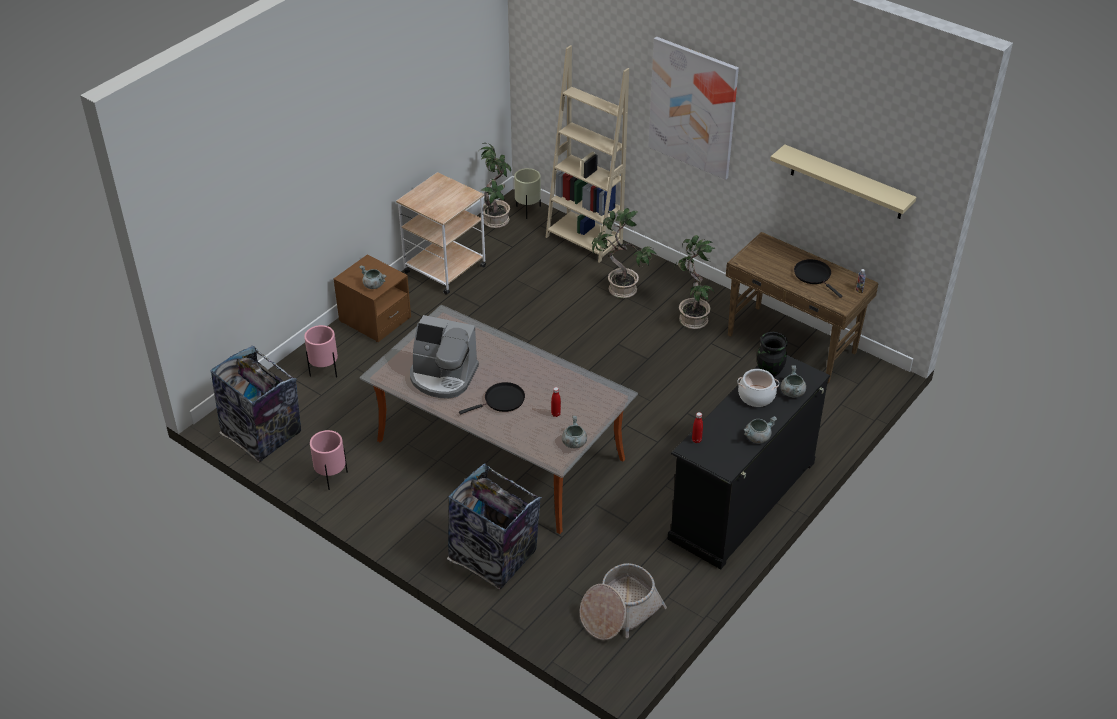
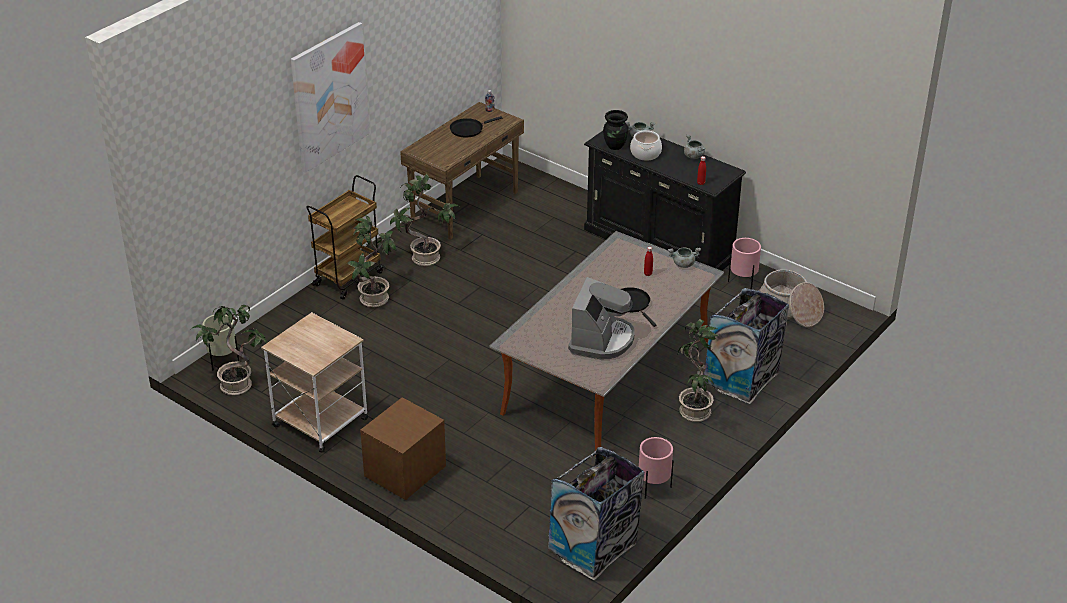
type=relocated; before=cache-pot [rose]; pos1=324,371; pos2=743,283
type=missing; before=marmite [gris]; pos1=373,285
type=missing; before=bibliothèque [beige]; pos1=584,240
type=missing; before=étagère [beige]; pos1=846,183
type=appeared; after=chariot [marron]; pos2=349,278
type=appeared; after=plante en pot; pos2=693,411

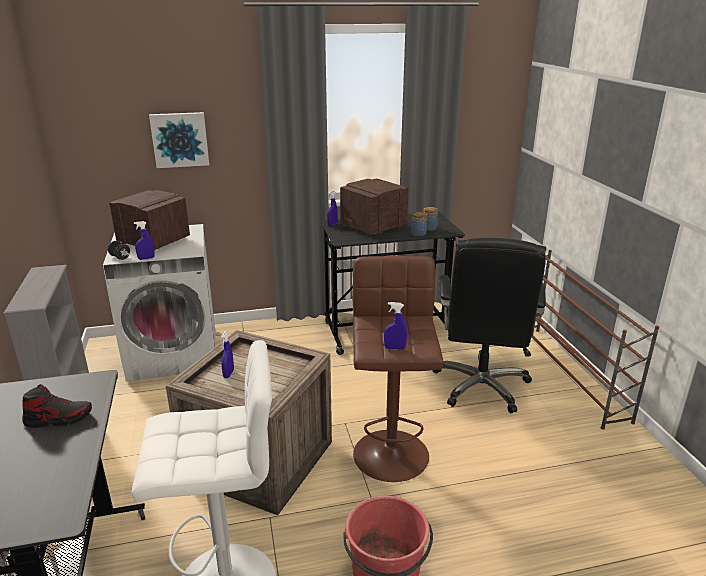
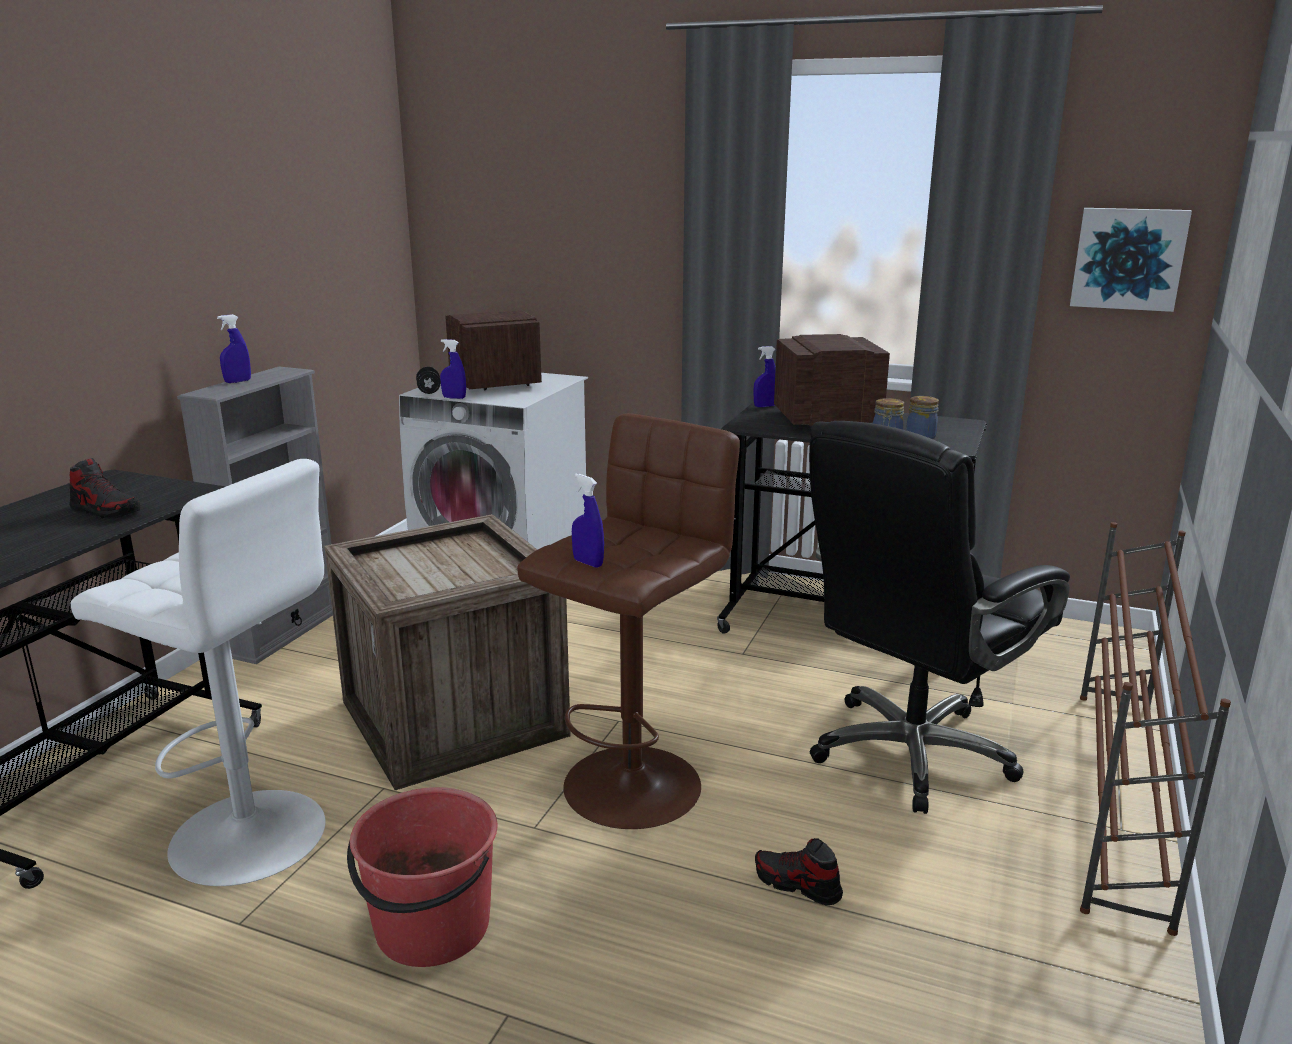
type=relocated; before=tableau; pos1=180,139; pos2=1128,258
type=relocated; before=vaporisateur [bleu]; pos1=228,374; pos2=238,381
type=appeared; after=chaussure; pos2=797,885

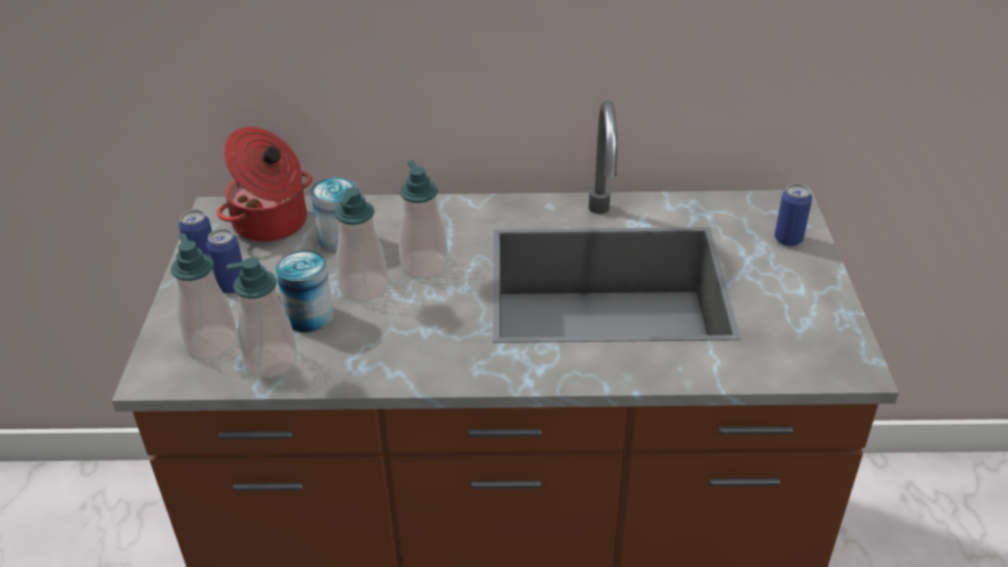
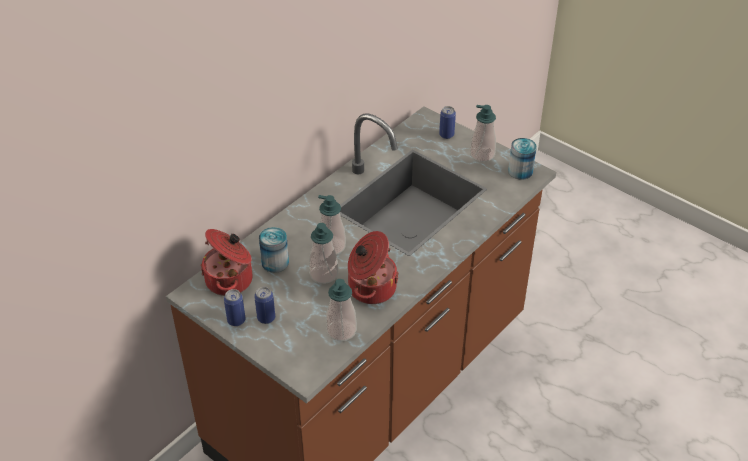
type=relocated; before=distributeur de savon; pos1=212,344; pos2=482,155
type=relocated; before=boîte métallique; pos1=309,316; pos2=520,171
type=appeared; after=marmite; pos2=370,288

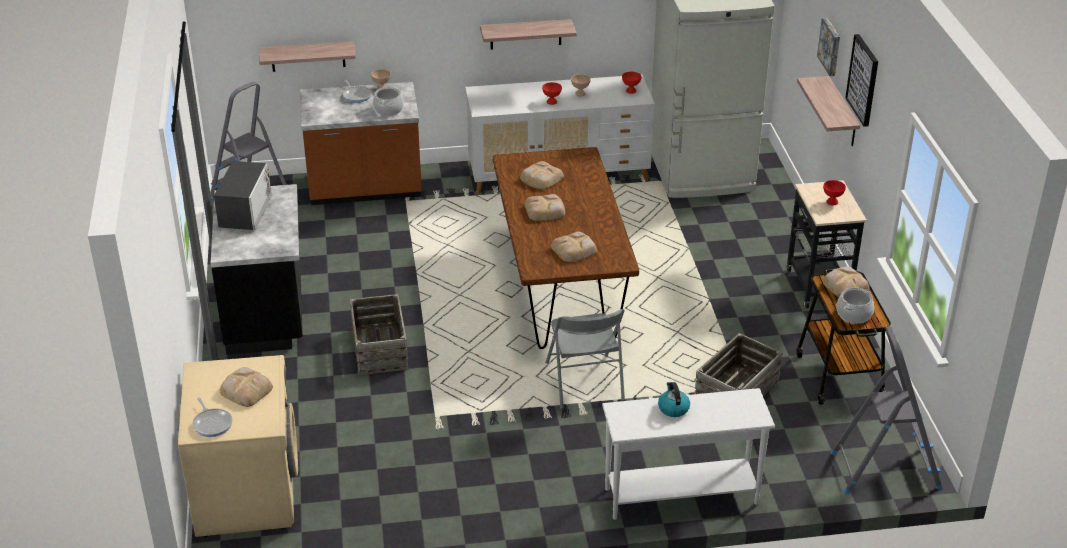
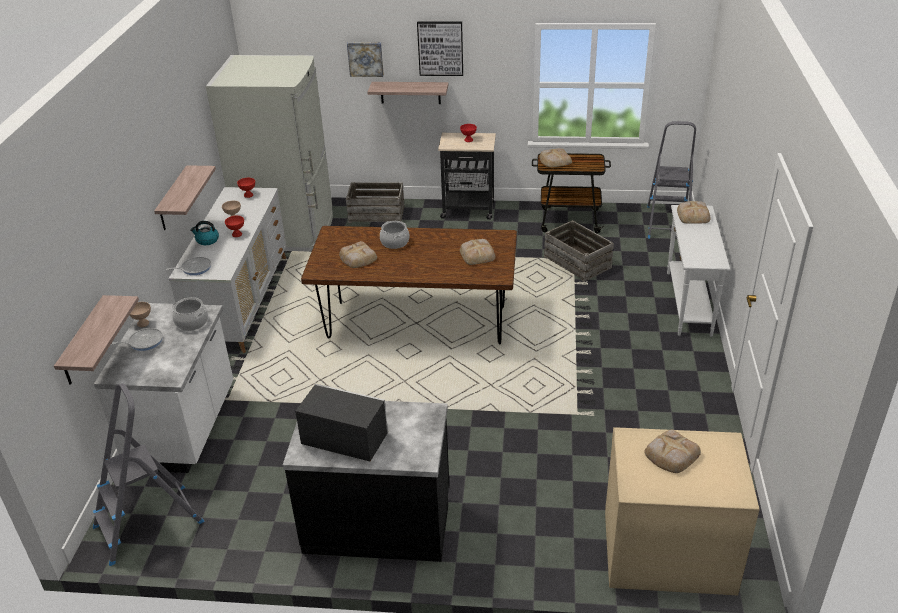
type=relocated; before=poêle; pos1=212,423; pos2=194,268
type=colour; before=comptoir de cuisine [marron]; after=comptoir de cuisine [blanc]; pos1=365,189; pos2=185,427
type=relocated; before=caisse; pos1=380,348; pos2=376,213
type=relocated; before=pain; pos1=545,211; pos2=693,215
type=missing; before=chaise [gris]; pos1=584,381
type=relocated; before=bouilloire; pos1=673,408; pos2=207,240
type=relocated; before=marmite; pos1=854,314; pos2=395,242

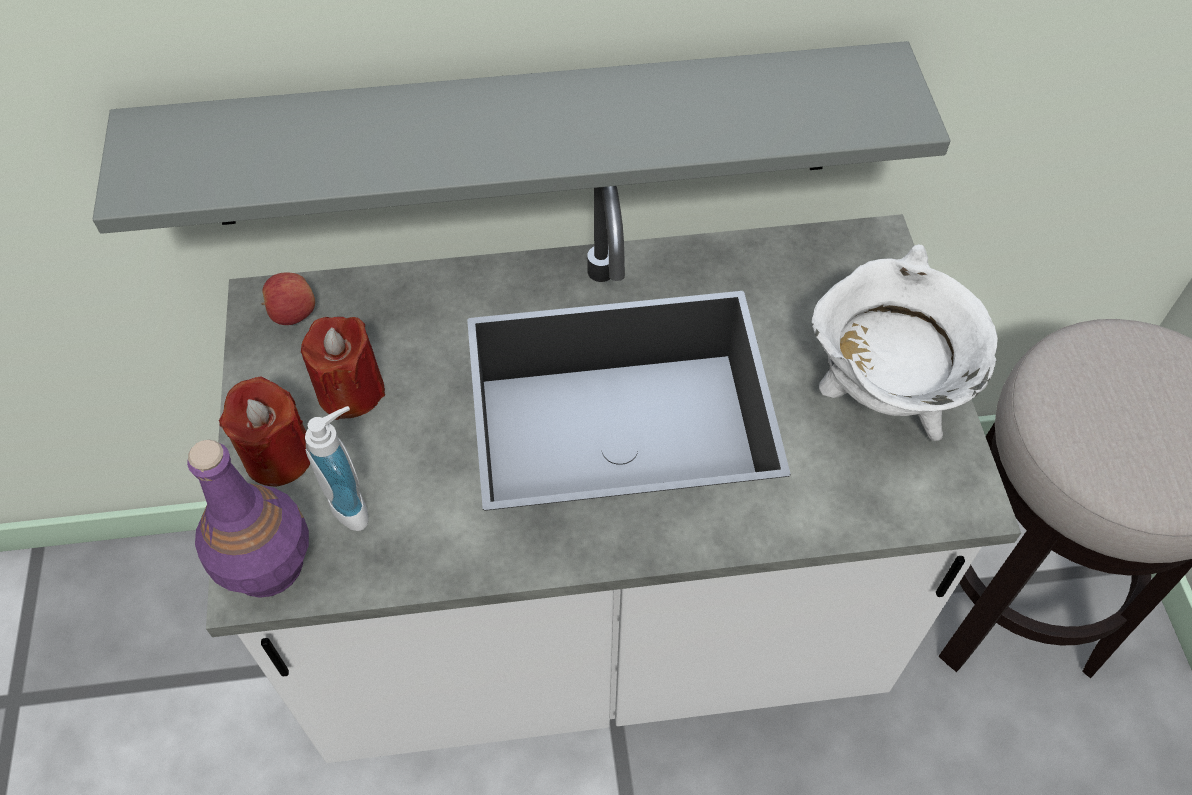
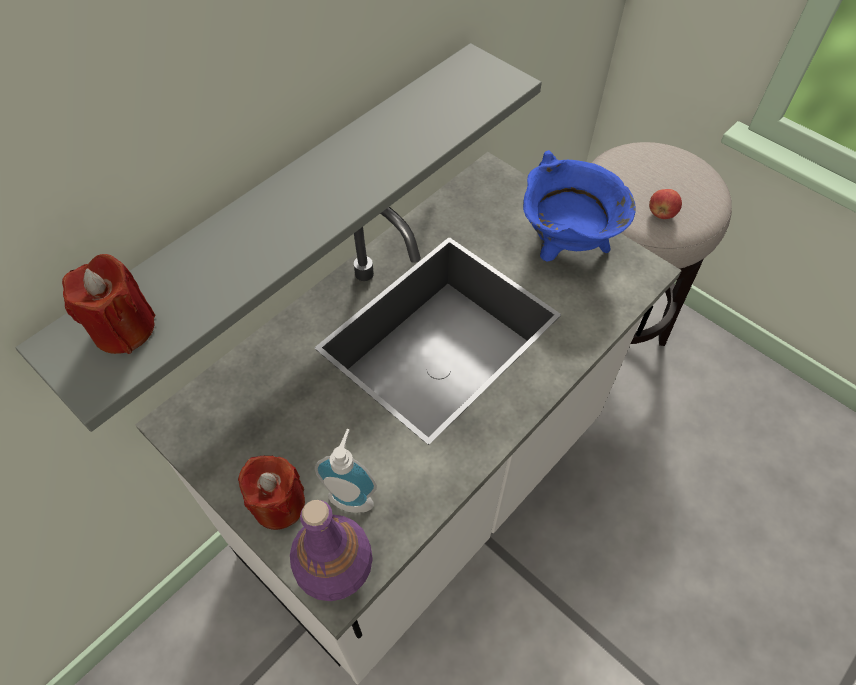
type=relocated; before=pomme; pos1=292,314; pos2=661,213
type=relocated; before=bougie [rouge]; pos1=350,391; pos2=124,328
type=colour; before=marmite [blanc]; after=marmite [bleu]; pos1=882,397; pos2=565,247

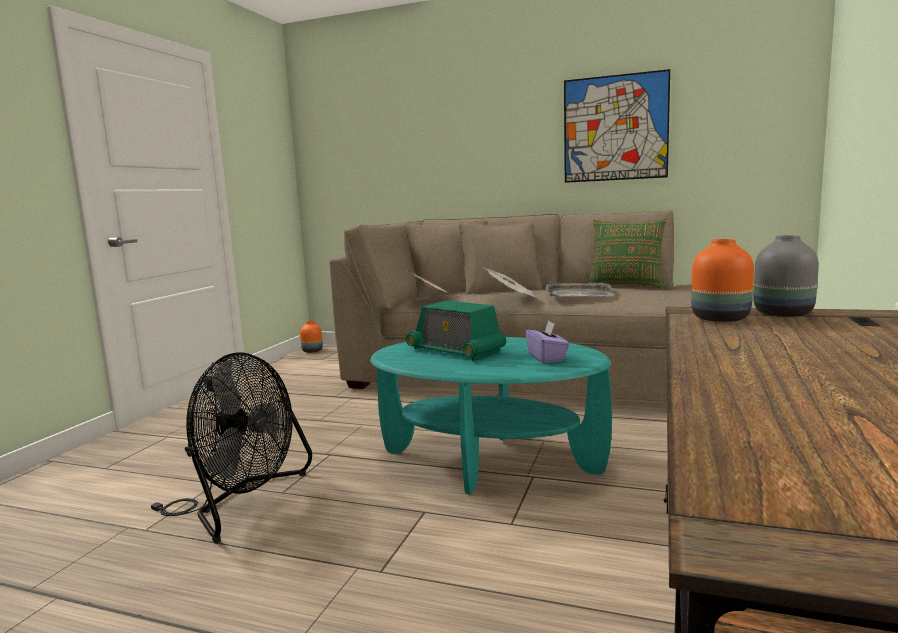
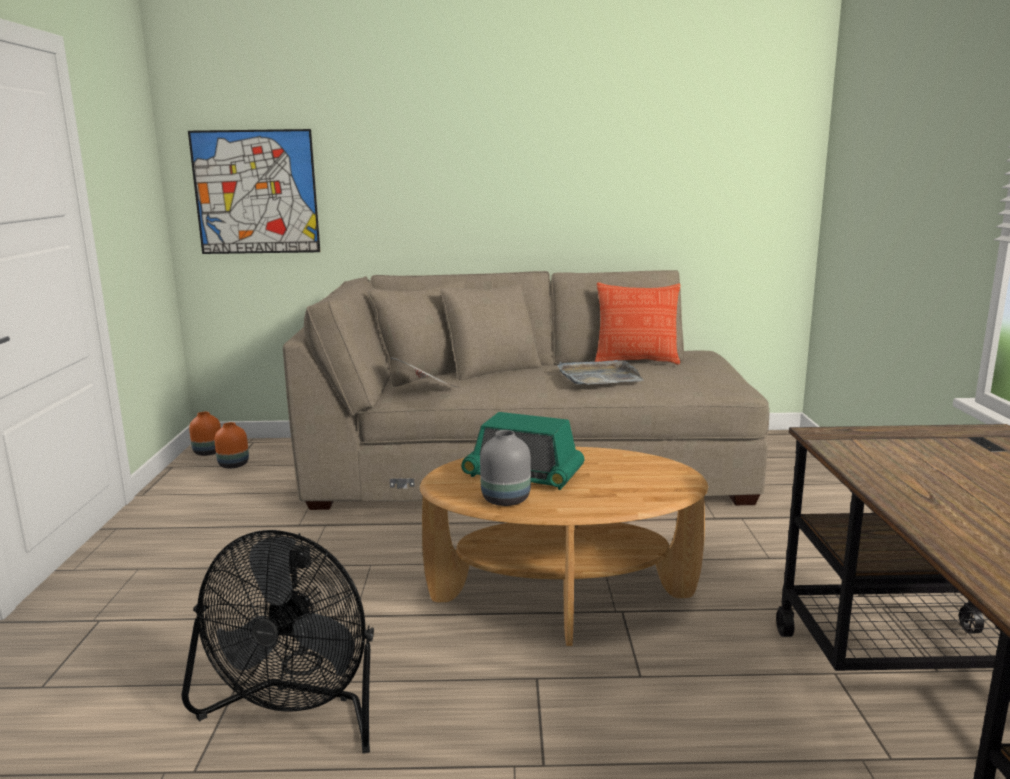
type=spun; before=ventilateur [noir]; pos1=237,503; pos2=294,708; turn=105
type=colour; before=table basse [turquoise]; after=table basse [marron]; pos1=489,462; pos2=562,598
type=missing; before=journal; pos1=512,298
type=missing; before=boîte à mouchoirs [violet]; pos1=547,358
type=relocated; before=tableau; pos1=615,128; pos2=255,192
type=colour; before=coussin [vert]; after=coussin [orange]; pos1=625,287; pos2=636,361
type=relocated; before=vase [orange]; pos1=720,319; pos2=234,465
type=relocated; before=vase [gris]; pos1=781,314; pos2=504,500

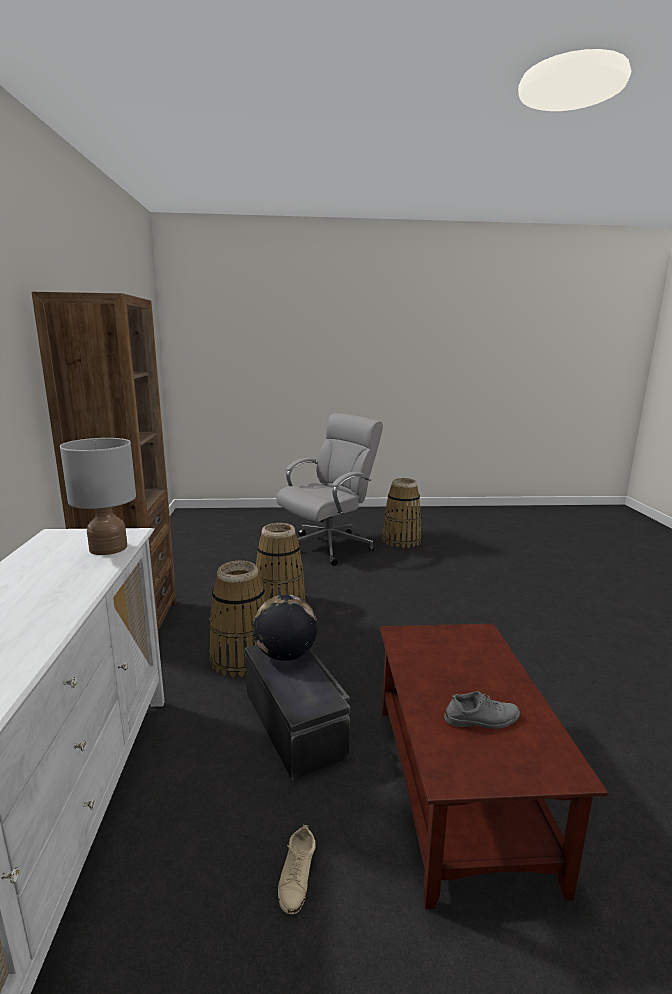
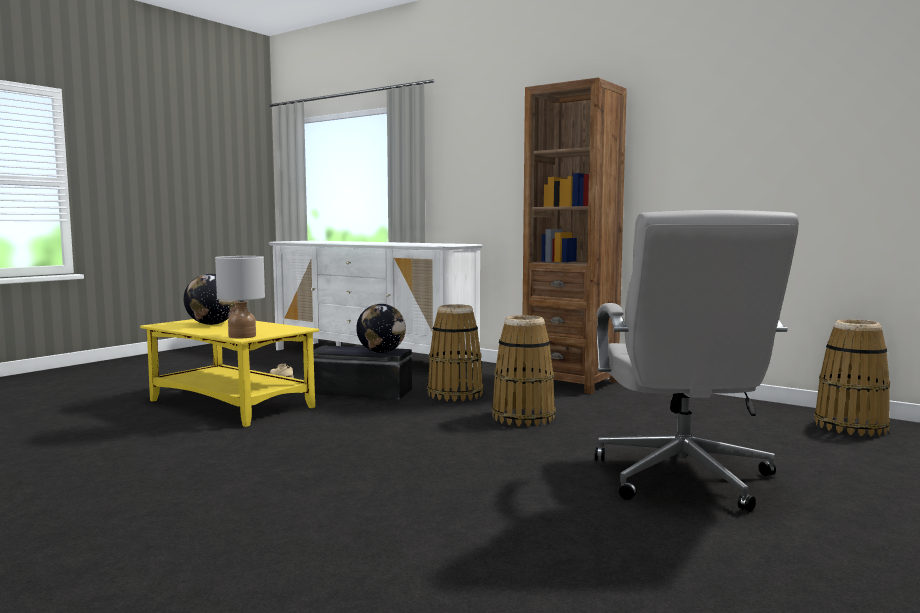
type=relocated; before=lampe de table [gris]; pos1=108,548; pos2=243,336
type=colour; before=table basse [marron]; after=table basse [jaune]; pos1=457,786; pos2=232,404
type=relocated; before=panier; pos1=401,540; pos2=850,426
type=exchanged; before=chaussure [gris]; after=globe; pos1=482,719; pos2=212,324

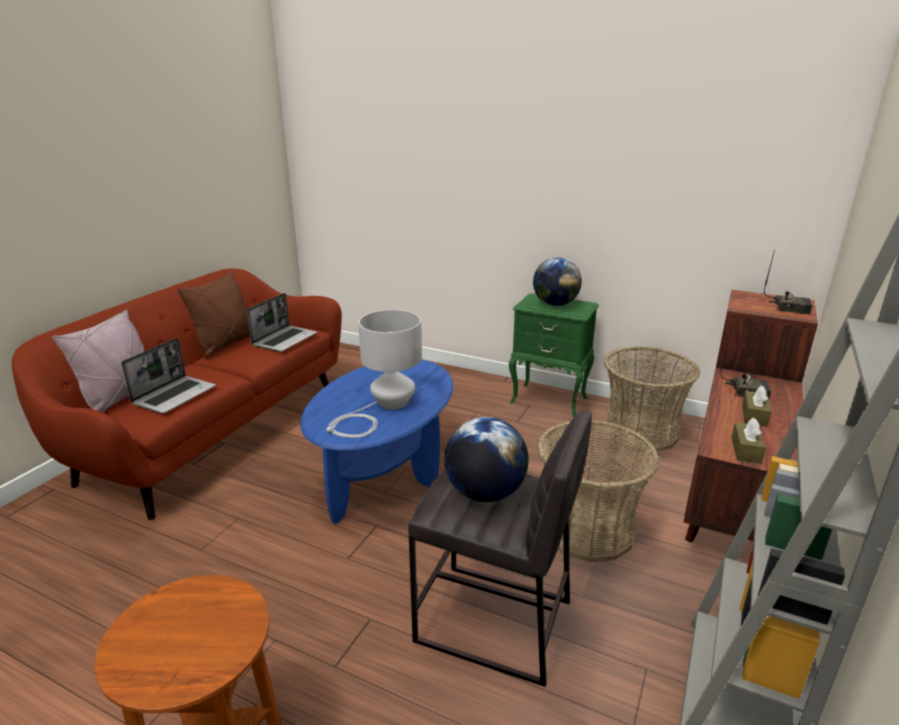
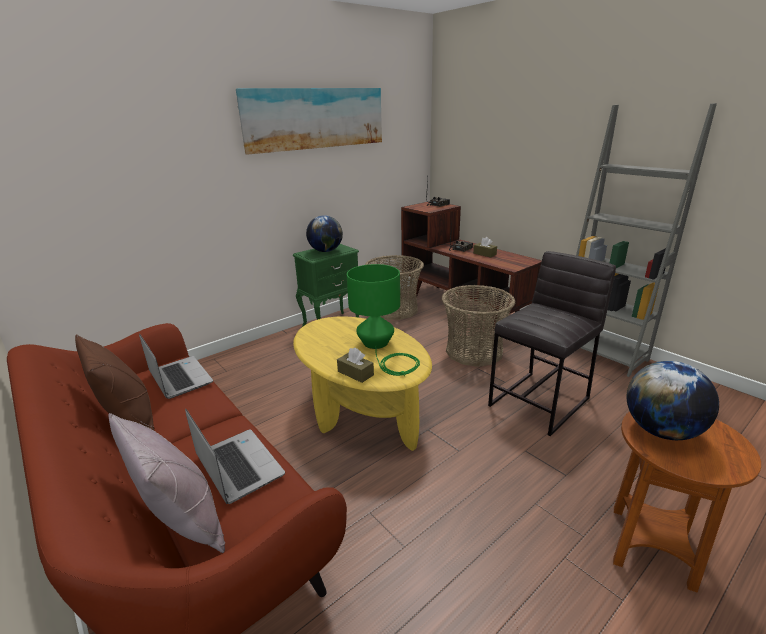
type=colour; before=table basse [bleu]; after=table basse [jaune]; pos1=384,472; pos2=362,412
type=colour; before=lampe de table [gris]; after=lampe de table [vert]; pos1=378,411; pos2=384,351
type=relocated; before=globe; pos1=485,493; pos2=661,431
type=relocated; before=boîte à mouchoirs [marron]; pos1=746,450; pos2=355,373
type=appeared; after=tableau; pos2=315,118

